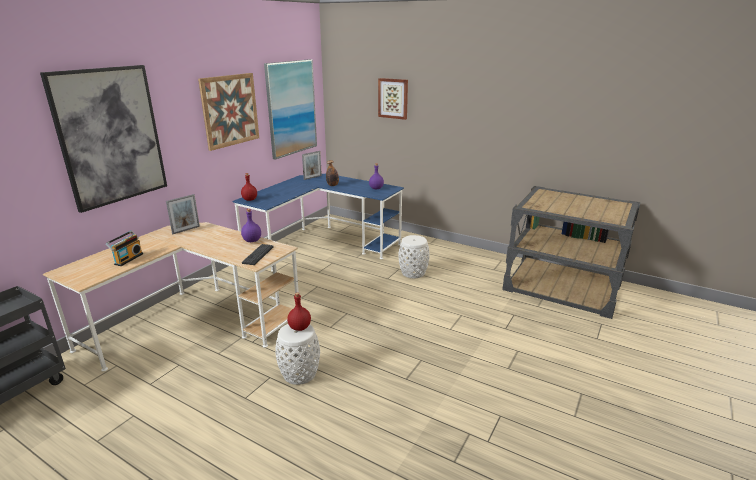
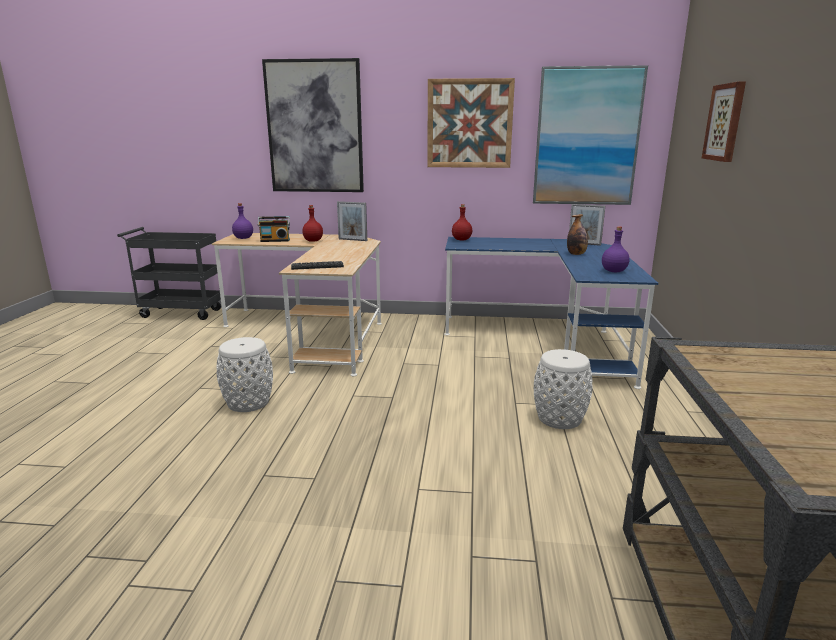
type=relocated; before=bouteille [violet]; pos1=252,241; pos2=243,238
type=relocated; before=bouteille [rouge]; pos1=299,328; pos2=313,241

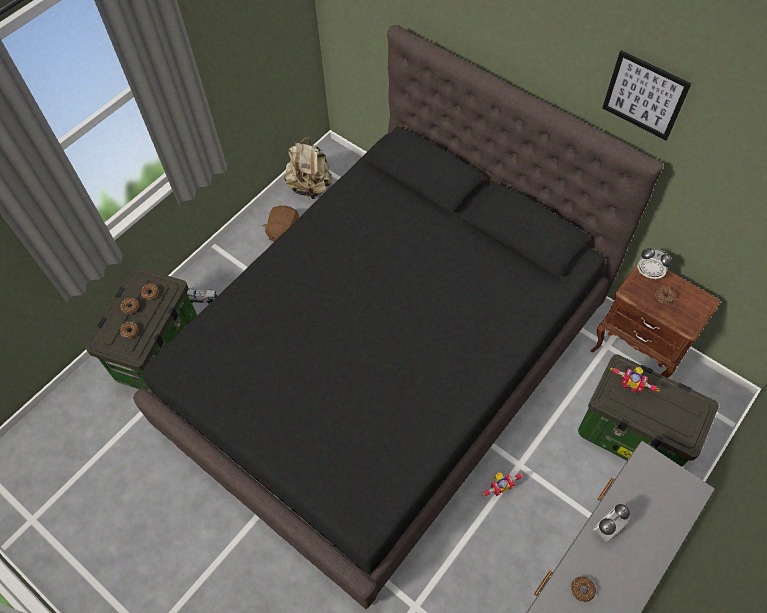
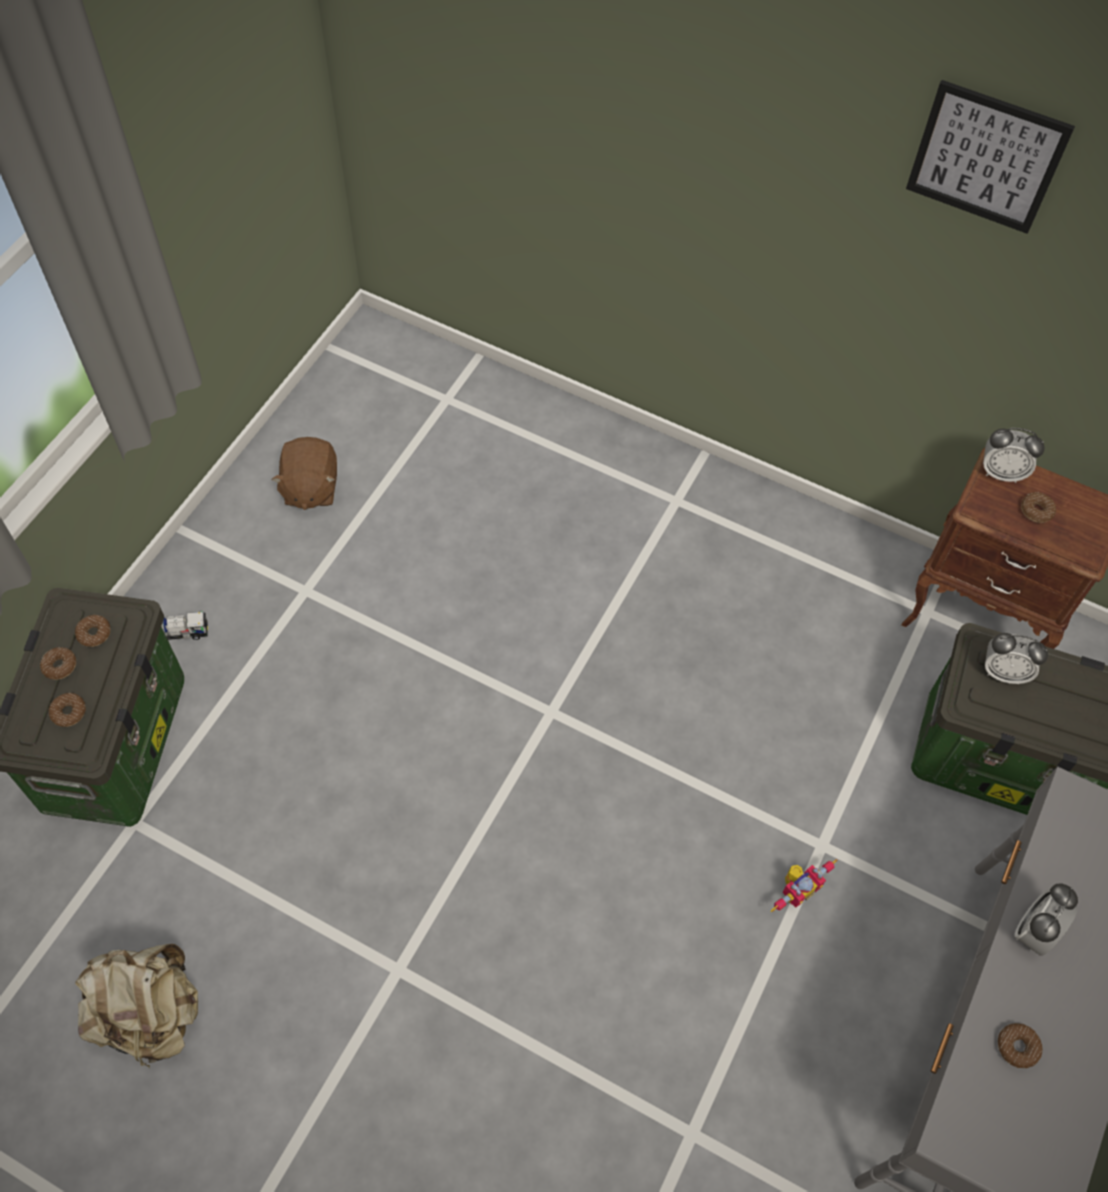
type=missing; before=lit [noir]; pos1=387,365
type=relocated; before=sac à dos [beige]; pos1=310,186; pos2=150,1014
type=exchanged; before=robot jouet; after=réveil; pos1=631,384; pos2=1003,672

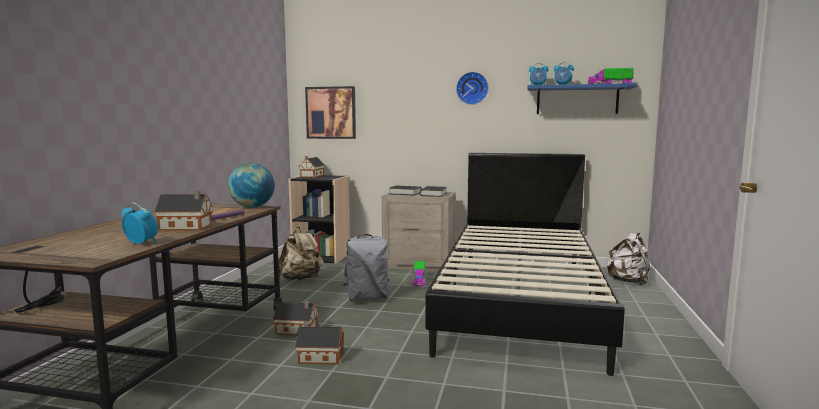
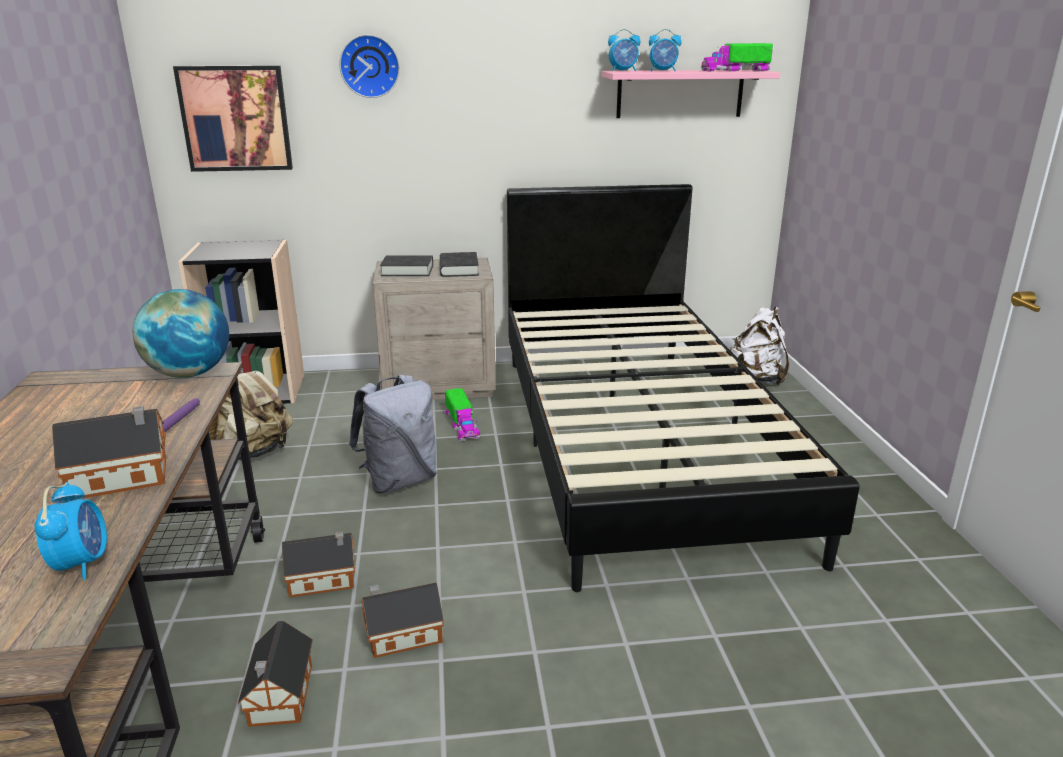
type=spun; before=réveil; pos1=141,243; pos2=82,563; turn=75
type=relocated; before=maison miniature; pos1=311,176; pos2=279,697
type=relocated; before=horloge murale; pos1=472,88; pos2=370,66
type=colour; before=étagère [bleu]; after=étagère [rose]; pos1=577,100; pos2=680,94

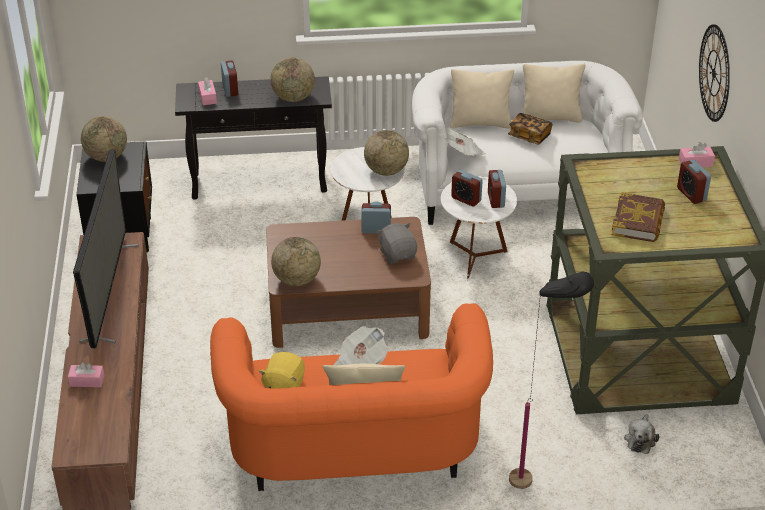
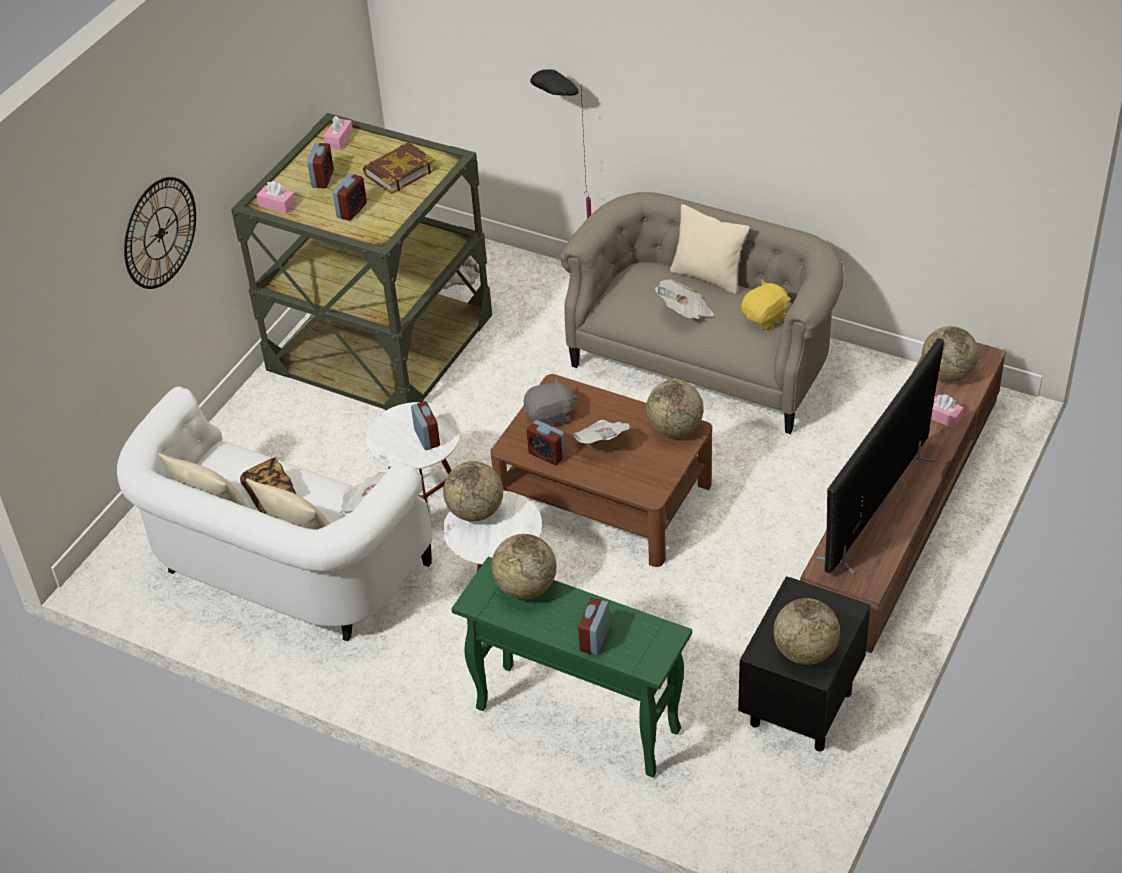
type=colour; before=table console [noir]; after=table console [vert]; pos1=260,183; pos2=575,719
type=relocated; before=boîte à mouchoirs [rose]; pos1=207,97; pos2=339,139
type=colour; before=canapé [orange]; after=canapé [beige]; pos1=354,448; pos2=705,359
type=spun; before=peluche [gris]; pos1=397,254; pos2=550,417; turn=-120
type=relocated; before=réveil; pos1=496,200; pos2=352,210
type=appeared; after=journal; pos2=602,442
type=appeared; after=globe; pos2=947,374

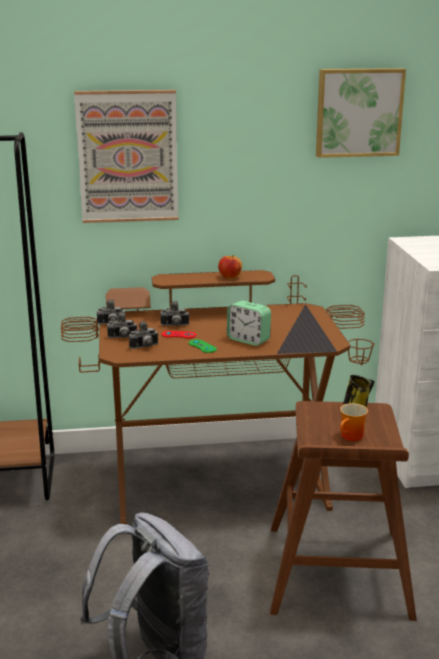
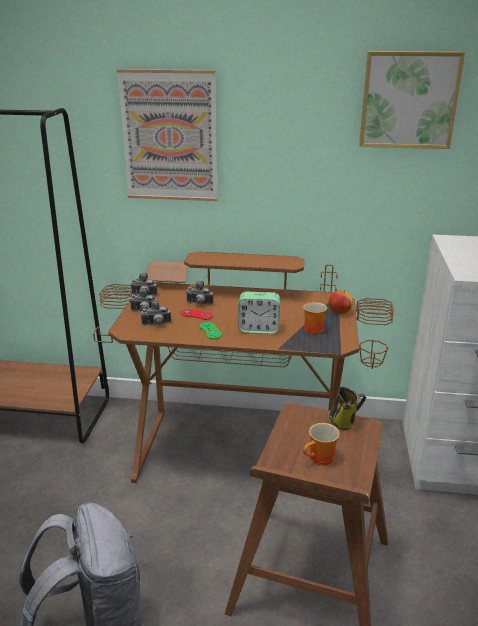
type=relocated; before=pomme; pos1=230,277; pos2=339,312
type=spun; before=réveil; pos1=248,340; pos2=258,329; turn=-45
type=appeared; after=mug; pos2=313,328

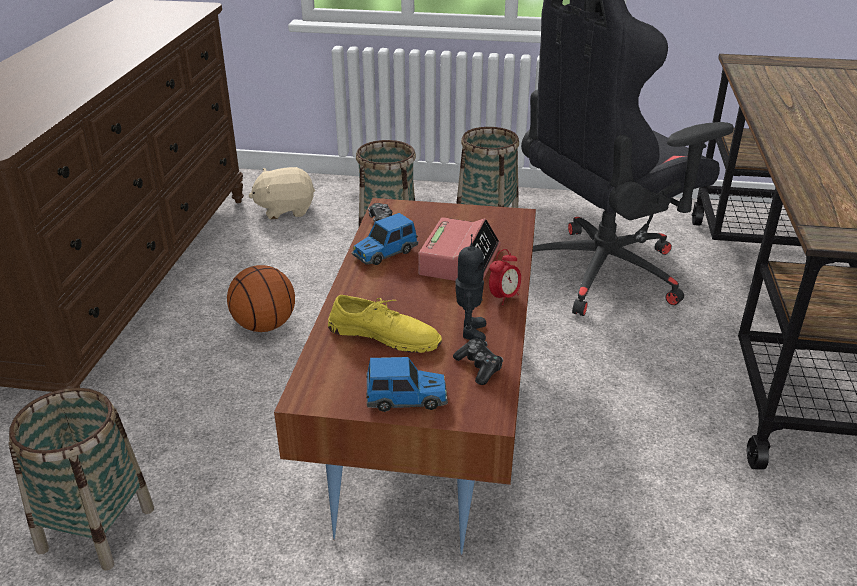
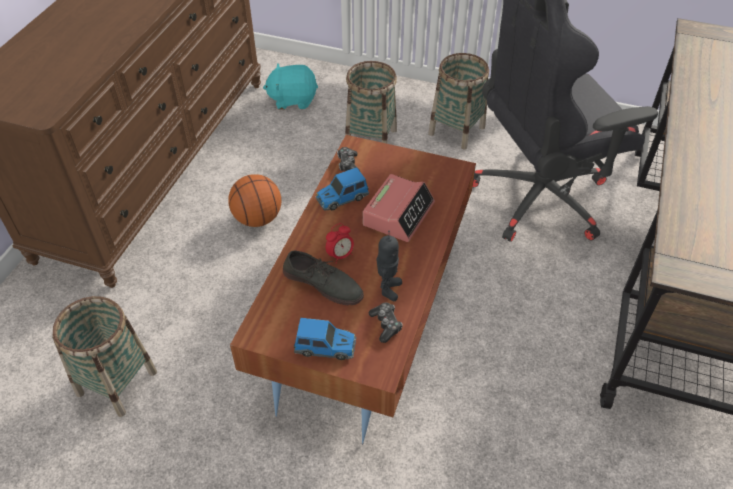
type=colour; before=peluche [beige]; after=peluche [turquoise]; pos1=285,209; pos2=293,99
type=colour; before=chaussure [jaune]; after=chaussure [gris]; pos1=384,335; pos2=323,283
type=relocated; before=réveil; pos1=504,297; pos2=340,255

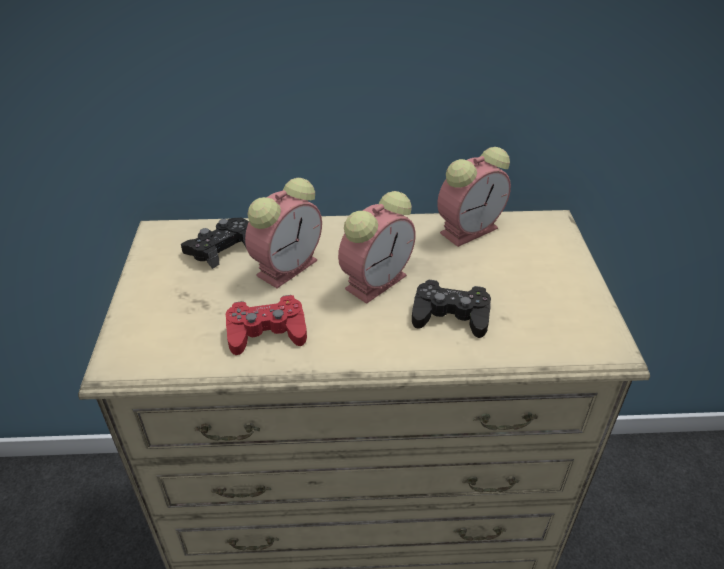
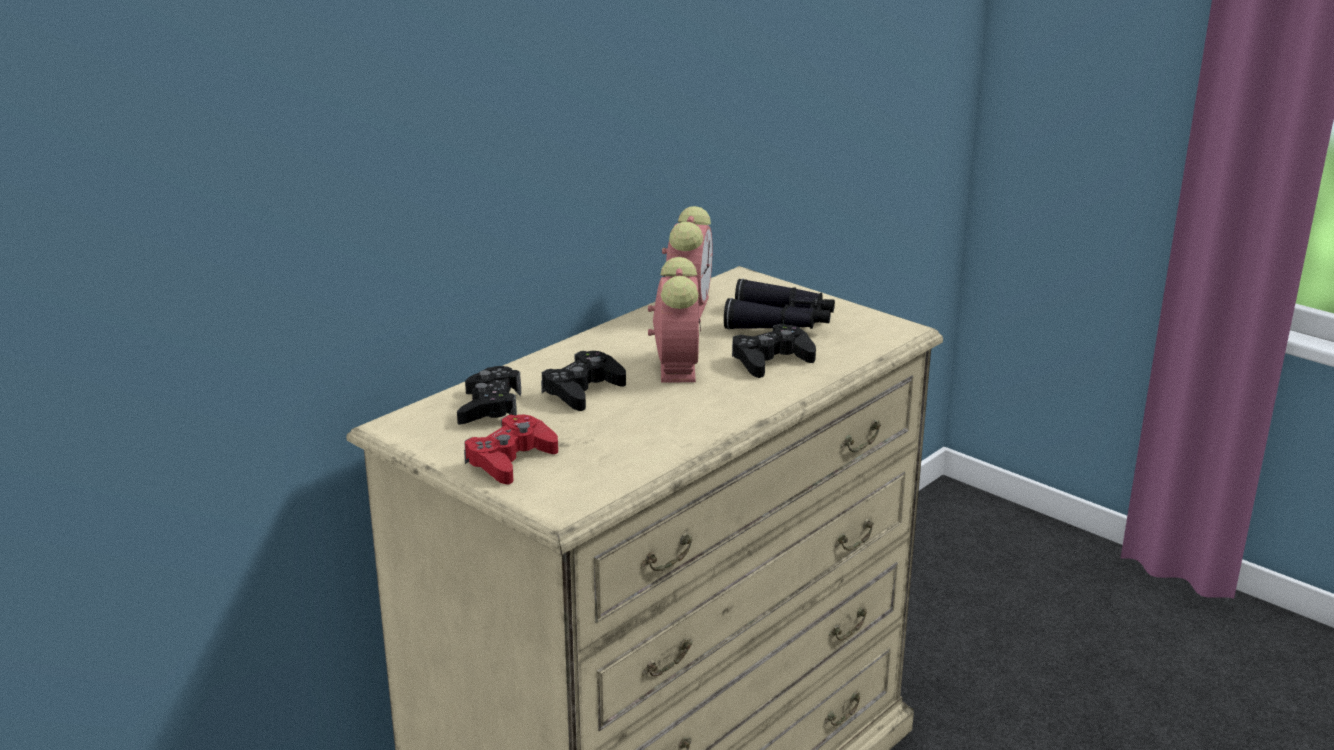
type=relocated; before=manette [rouge]; pos1=267,332; pos2=510,459
type=exchanged; before=réveil; after=manette [noir]; pos1=288,266; pos2=582,390
type=appeared; after=jumelles [noir]; pos2=781,322

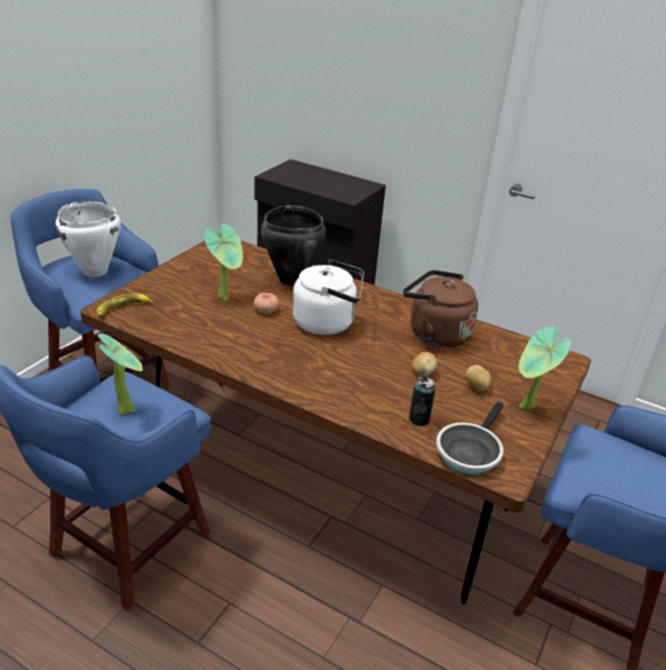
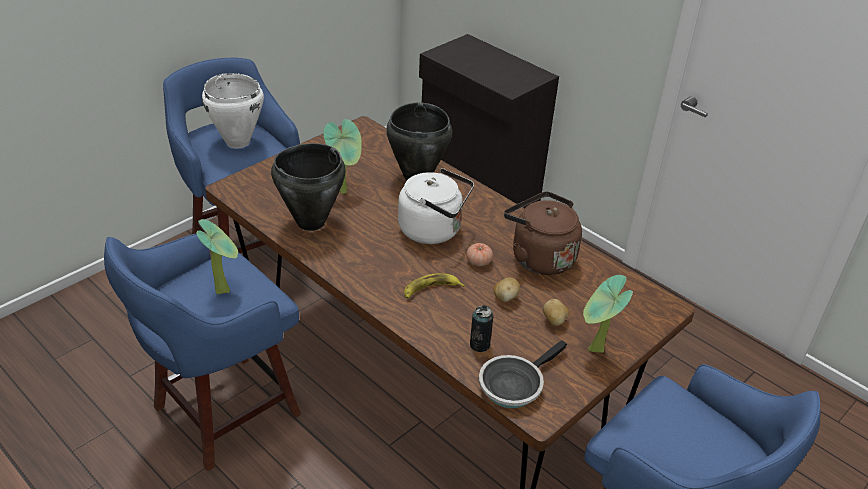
type=relocated; before=banane; pos1=123,308; pos2=431,289
type=relocated; before=tomate; pos1=266,310; pos2=478,262
type=appeared; after=marmite [noir]; pos2=310,222

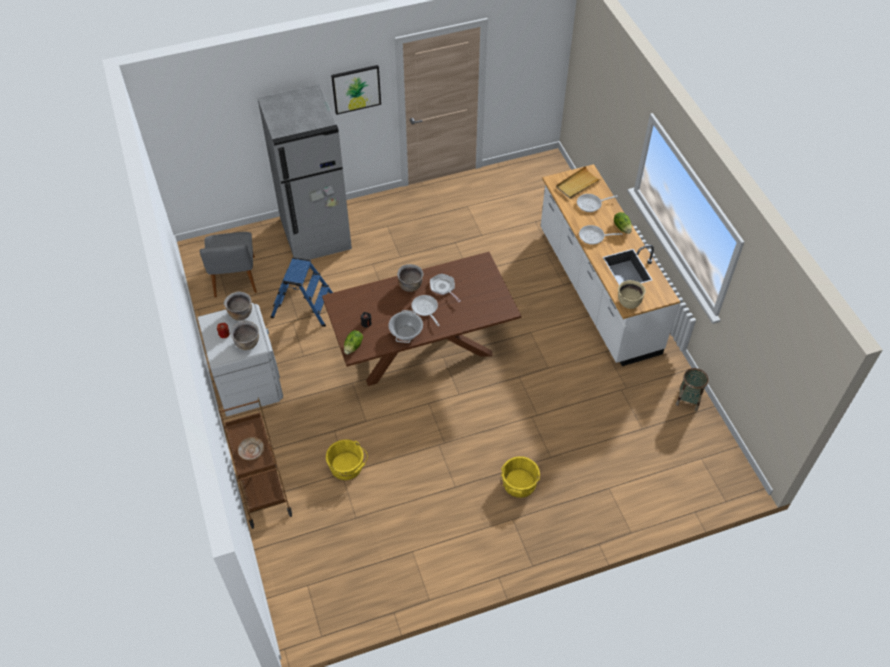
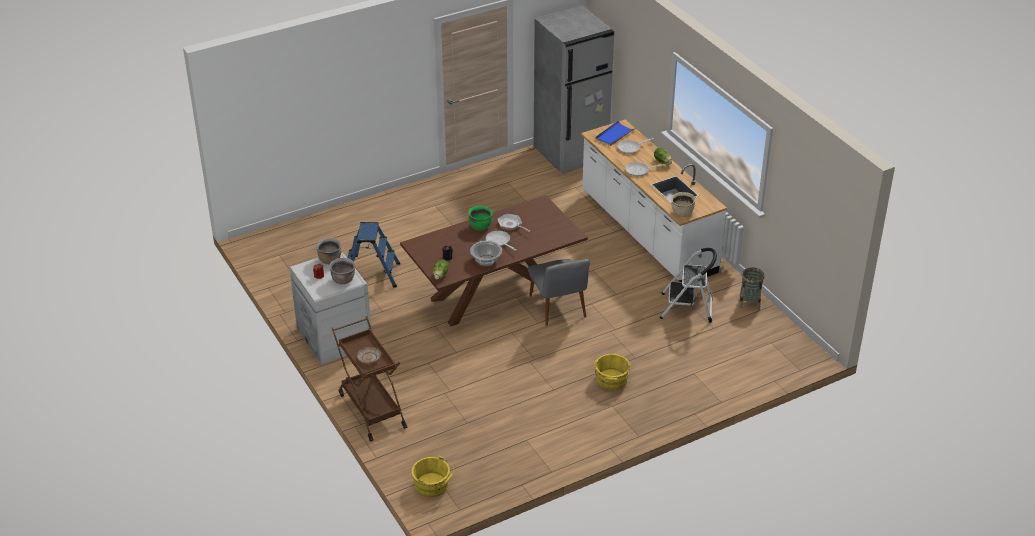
type=relocated; before=chaise [gris]; pos1=234,276; pos2=557,306
type=relocated; before=réfrigérateur [gris]; pos1=316,233; pos2=571,152
type=relocated; before=seau [jaune]; pos1=347,467; pos2=433,486
type=missing; before=tableau; pos1=356,89
type=colour; before=marmite [marron]; after=marmite [vert]; pos1=410,285; pos2=480,226
type=colour; before=plateau [beige]; after=plateau [bleu]; pos1=577,184; pos2=614,135
type=appeared; after=escabeau; pos2=688,308

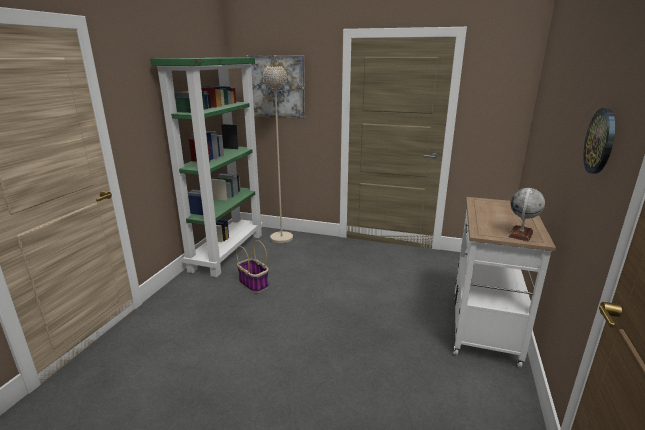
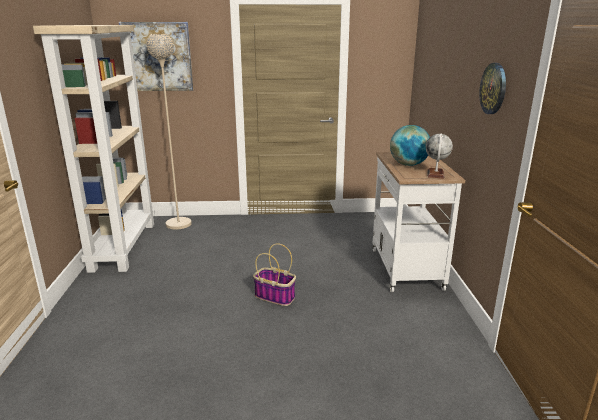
type=colour; before=bibliothèque [vert]; after=bibliothèque [beige]; pos1=227,251; pos2=123,245
type=relocated; before=panier; pos1=254,284; pos2=275,296
type=appeared; after=globe; pos2=408,165

